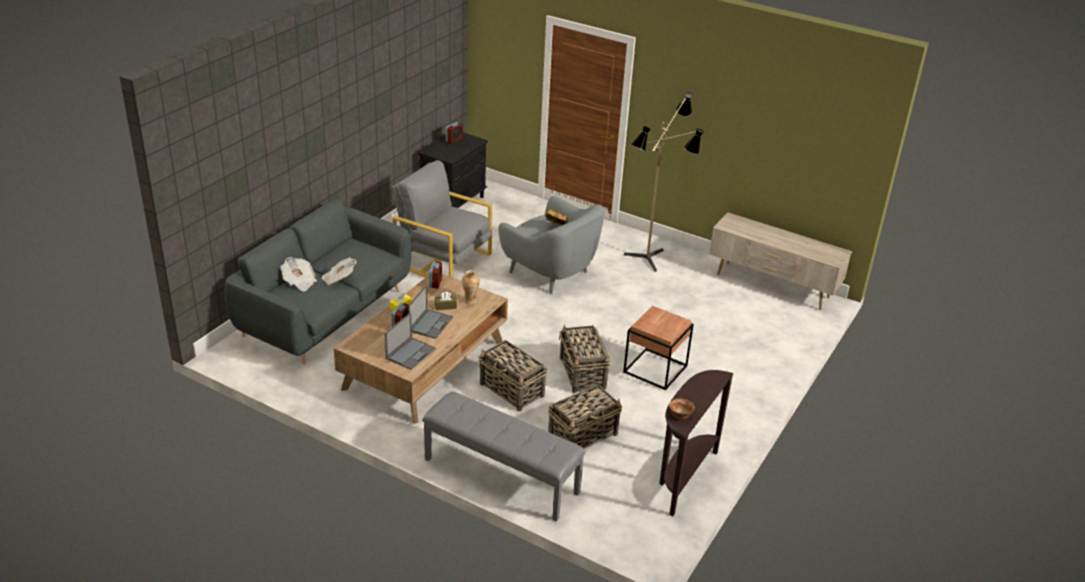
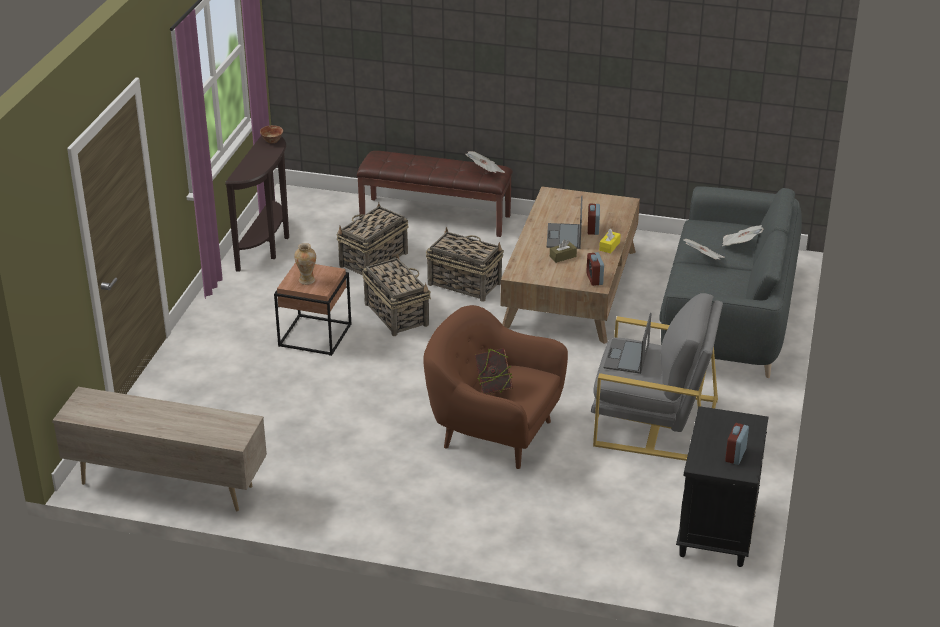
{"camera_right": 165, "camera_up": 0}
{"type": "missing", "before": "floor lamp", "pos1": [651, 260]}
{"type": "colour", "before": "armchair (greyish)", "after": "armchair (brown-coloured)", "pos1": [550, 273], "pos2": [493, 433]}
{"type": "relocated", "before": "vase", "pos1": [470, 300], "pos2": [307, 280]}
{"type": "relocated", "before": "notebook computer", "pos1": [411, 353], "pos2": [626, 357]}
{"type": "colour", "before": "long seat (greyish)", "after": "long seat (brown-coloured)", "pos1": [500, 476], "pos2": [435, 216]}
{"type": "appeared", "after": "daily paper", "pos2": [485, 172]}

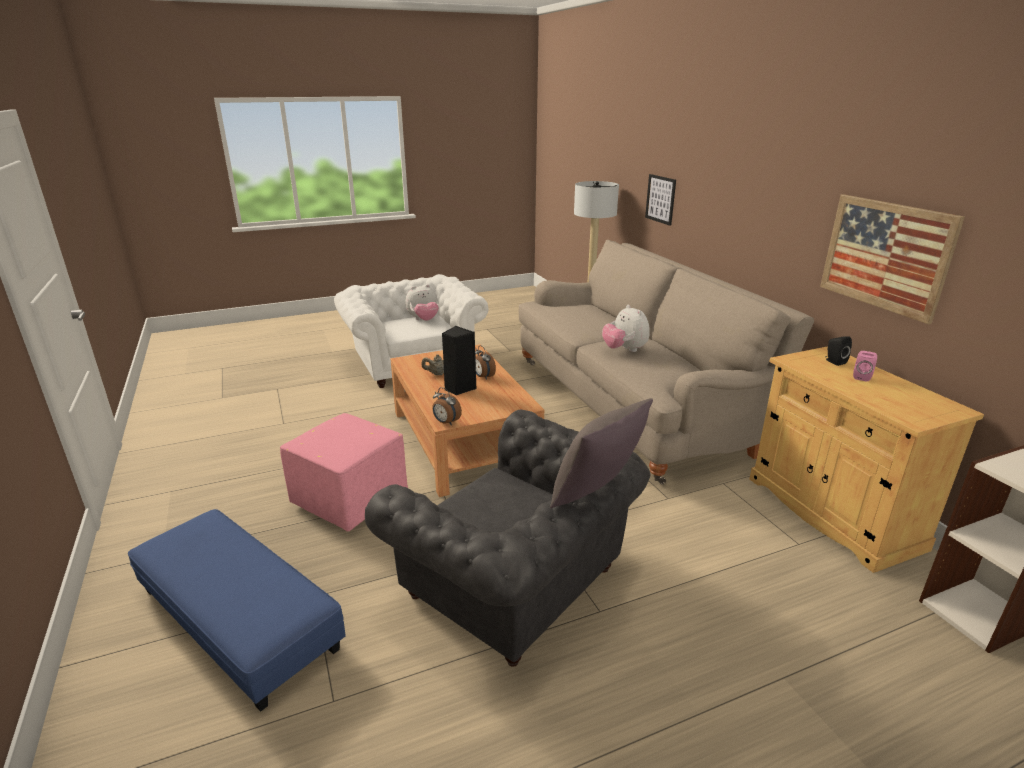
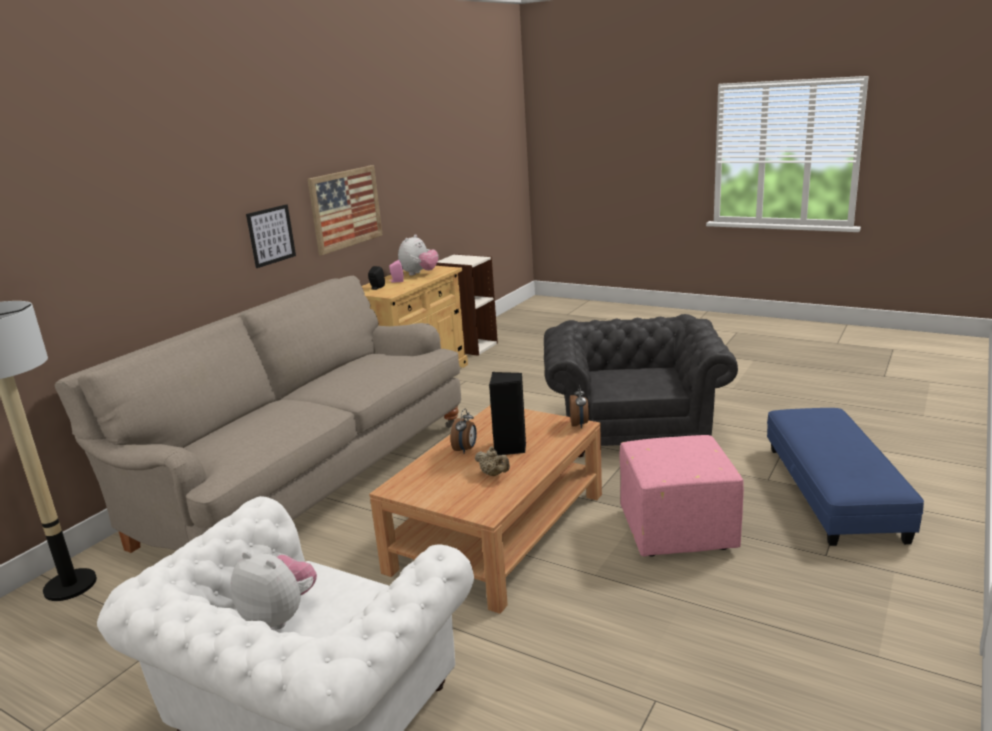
{"camera_right": -125, "camera_up": -5}
{"type": "relocated", "before": "wall art", "pos1": [660, 199], "pos2": [271, 235]}
{"type": "relocated", "before": "cuddly toy", "pos1": [624, 350], "pos2": [419, 274]}
{"type": "missing", "before": "cushion (greyish)", "pos1": [597, 494]}

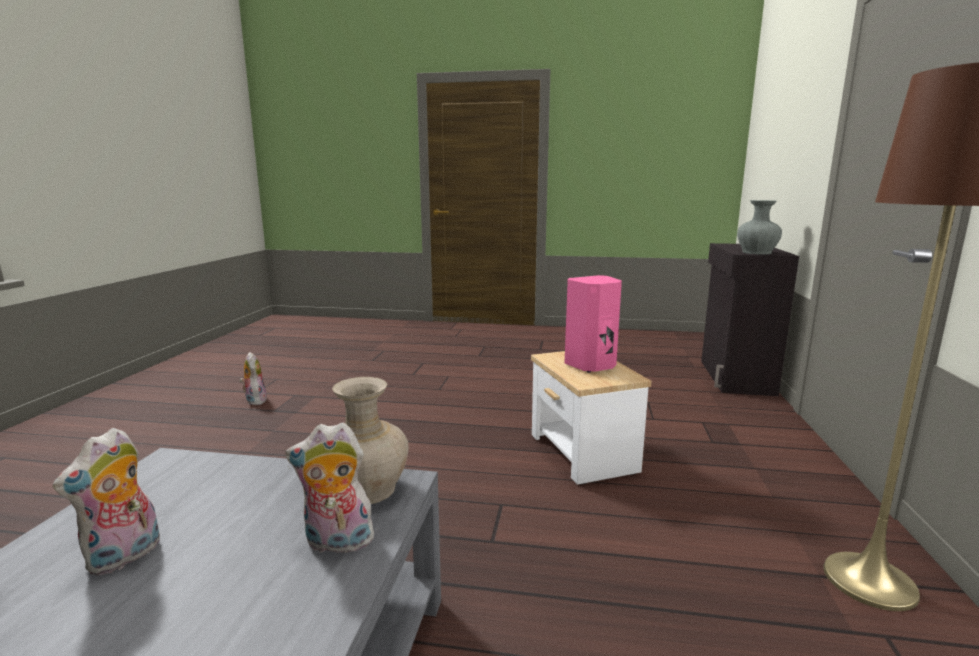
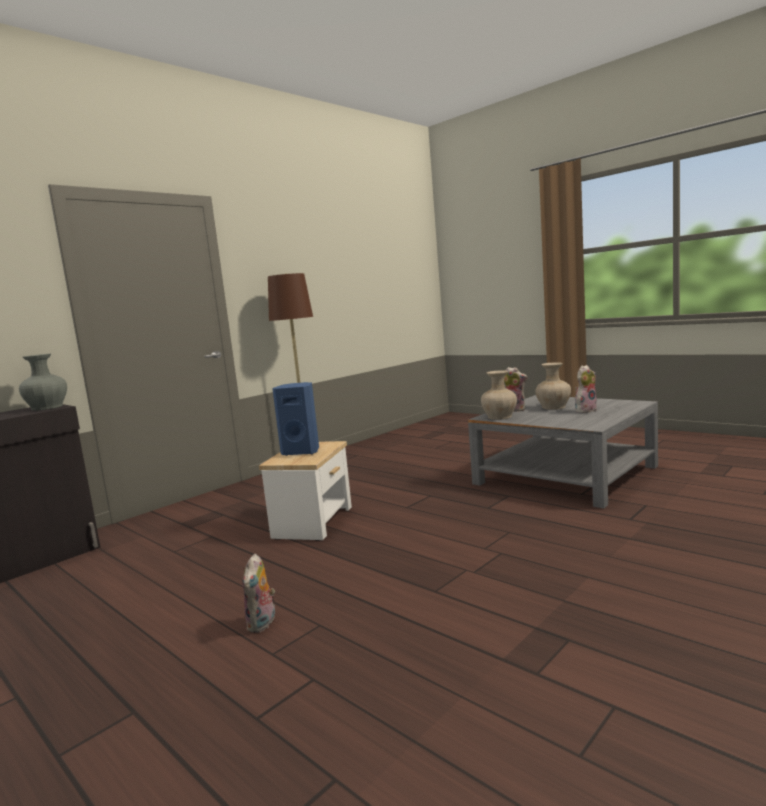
{"camera_right": -145, "camera_up": -5}
{"type": "colour", "before": "audio speaker (pink)", "after": "audio speaker (bluish)", "pos1": [591, 366], "pos2": [302, 452]}
{"type": "relocated", "before": "cuddly toy", "pos1": [254, 400], "pos2": [263, 624]}
{"type": "appeared", "after": "vase (sand-coloured)", "pos2": [553, 407]}

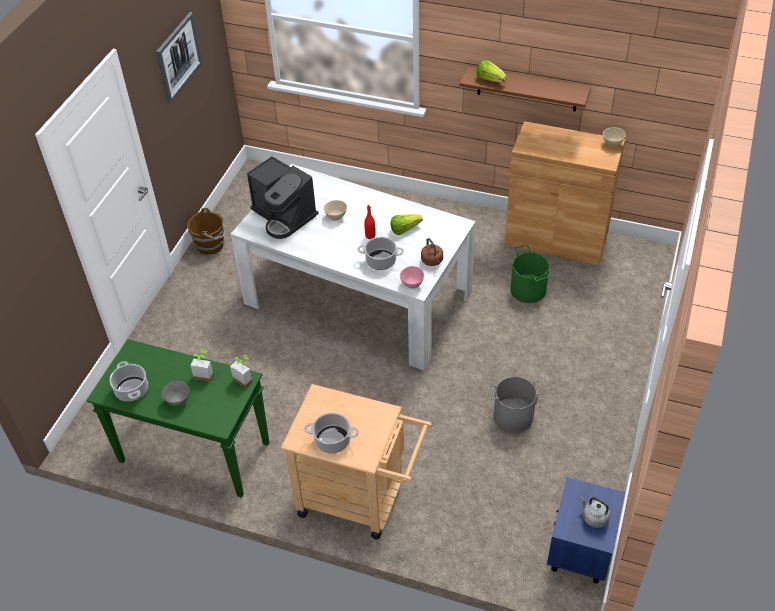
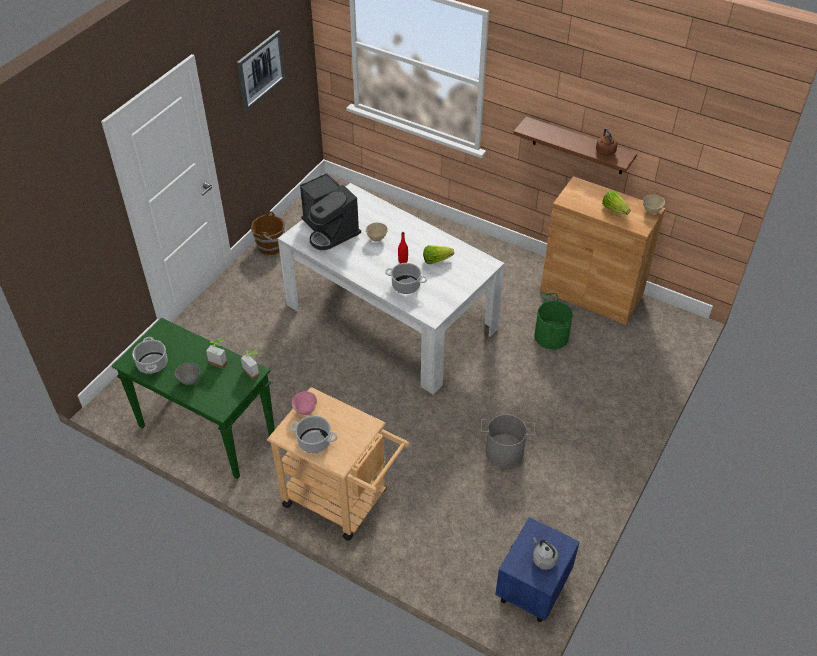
{"camera_right": 10, "camera_up": 0}
{"type": "relocated", "before": "head of lettuce", "pos1": [490, 79], "pos2": [614, 209]}
{"type": "relocated", "before": "water kettle (brown-coloured)", "pos1": [432, 261], "pos2": [606, 152]}
{"type": "relocated", "before": "serving bowl (pink)", "pos1": [411, 284], "pos2": [305, 410]}

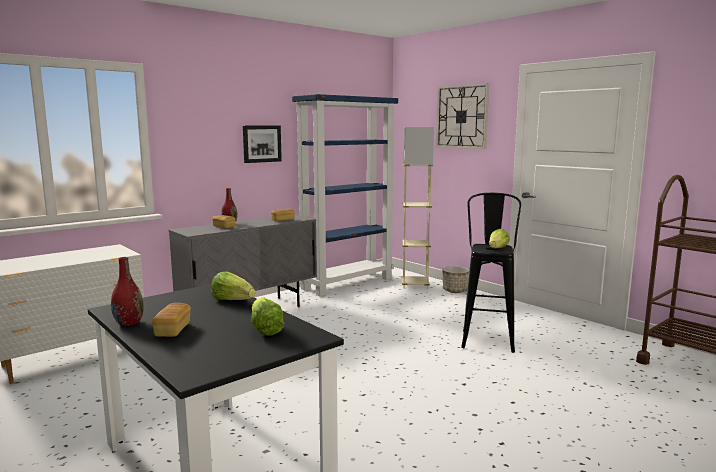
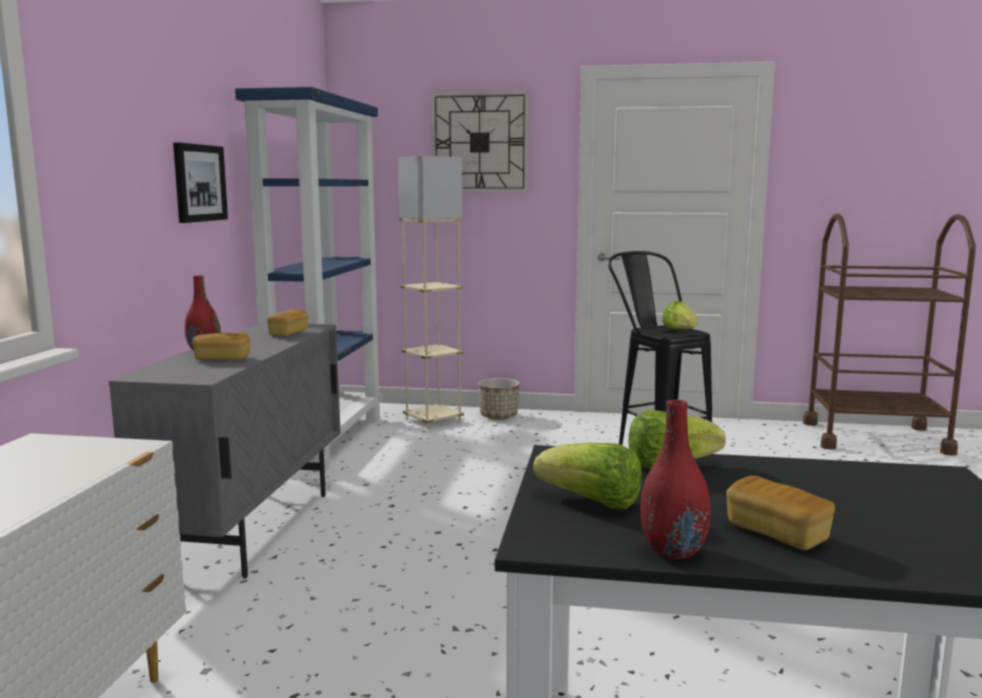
{"camera_right": -40, "camera_up": 0}
{"type": "relocated", "before": "head of lettuce", "pos1": [265, 329], "pos2": [591, 502]}

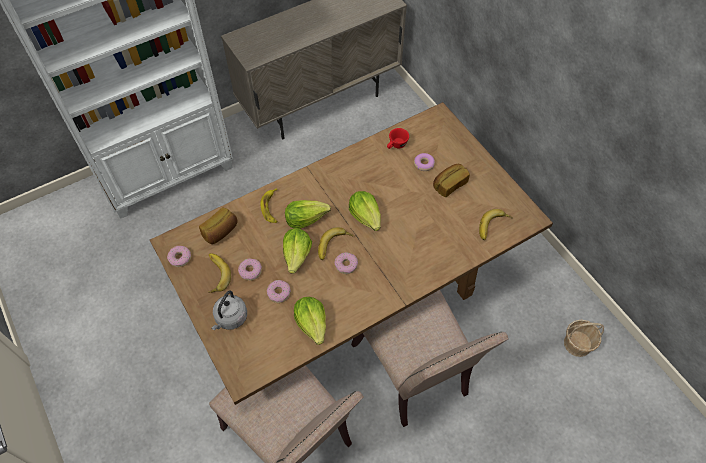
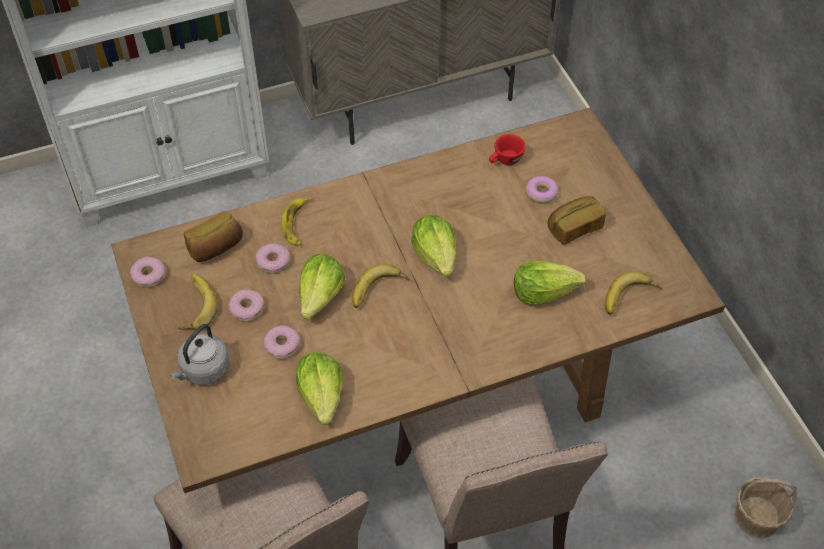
{"camera_right": 10, "camera_up": -5}
{"type": "relocated", "before": "head of lettuce", "pos1": [305, 219], "pos2": [543, 292]}
{"type": "relocated", "before": "ring doughnut", "pos1": [346, 265], "pos2": [273, 262]}

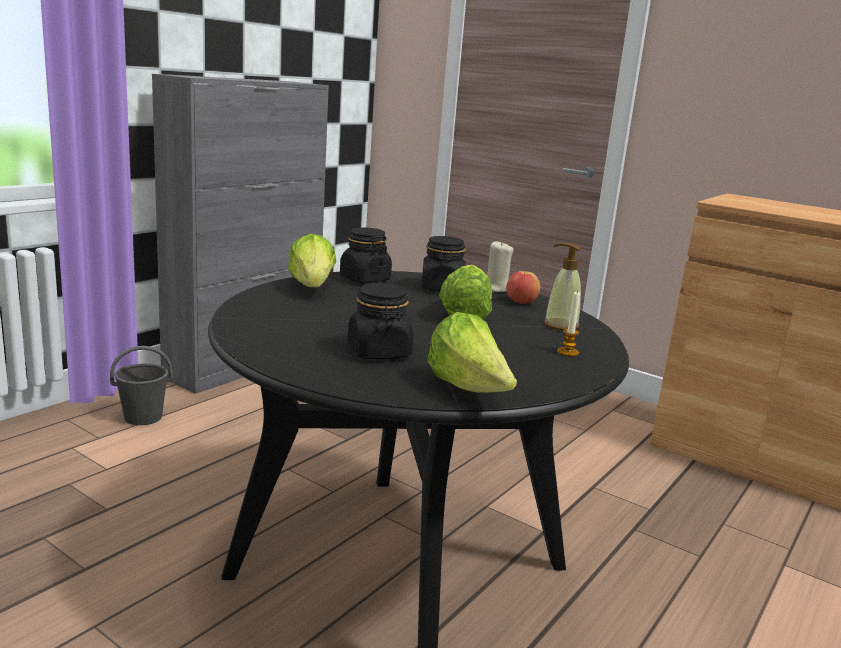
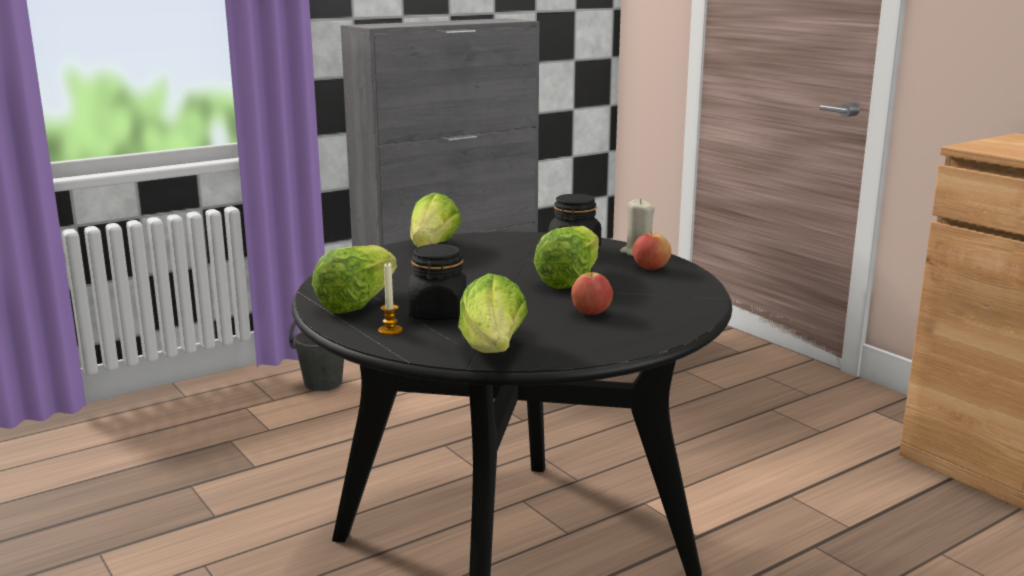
{"camera_right": 20, "camera_up": 0}
{"type": "missing", "before": "preserve jar (black)", "pos1": [364, 279]}
{"type": "missing", "before": "soap dispenser", "pos1": [560, 325]}
{"type": "relocated", "before": "candle", "pos1": [567, 352], "pos2": [390, 330]}
{"type": "appeared", "after": "head of lettuce", "pos2": [357, 303]}
{"type": "appeared", "after": "apple", "pos2": [591, 313]}

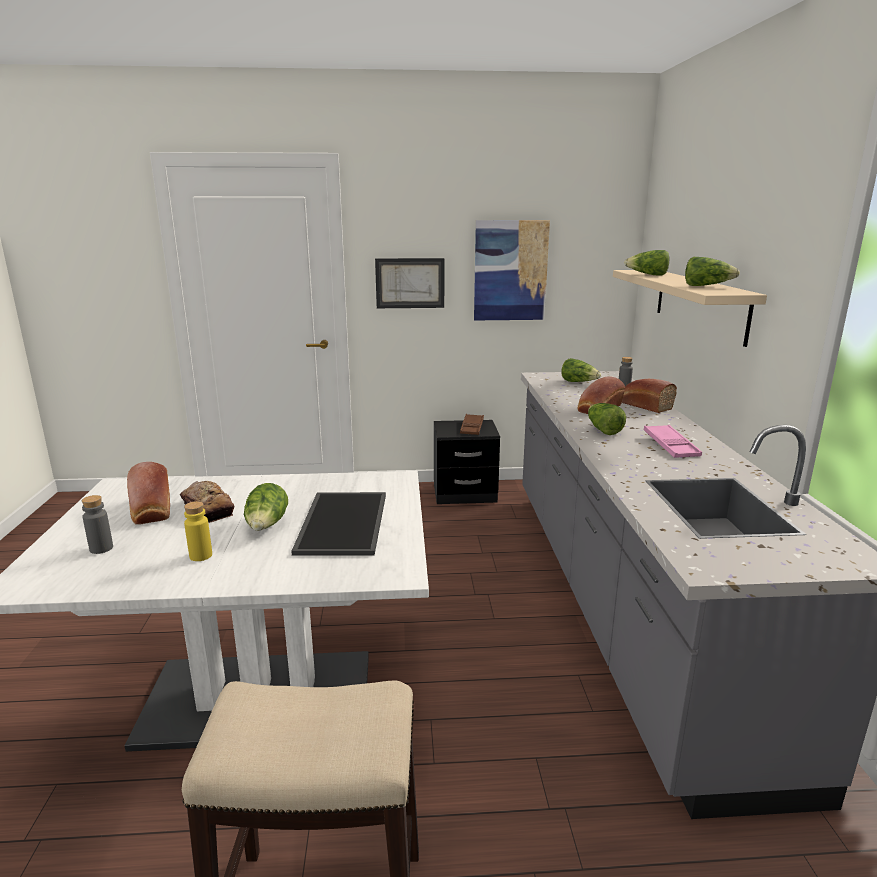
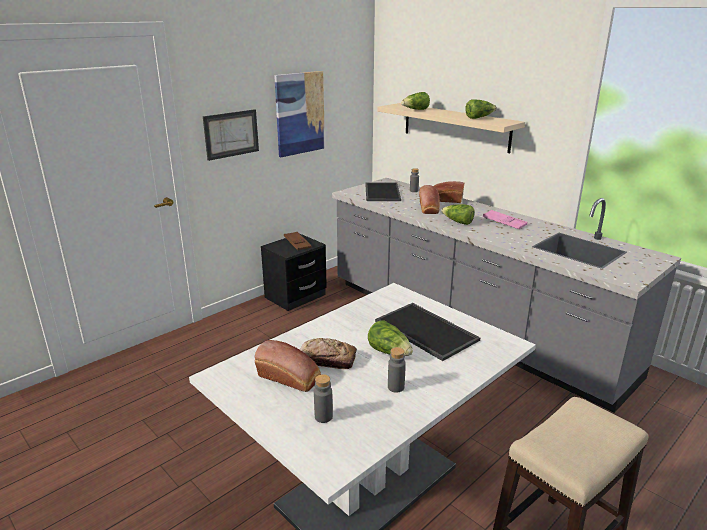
{"camera_right": -40, "camera_up": 5}
{"type": "exchanged", "before": "head of lettuce", "after": "tray", "pos1": [579, 382], "pos2": [381, 192]}
{"type": "colour", "before": "drink bottle (yellow)", "after": "drink bottle (greyish)", "pos1": [201, 556], "pos2": [396, 387]}

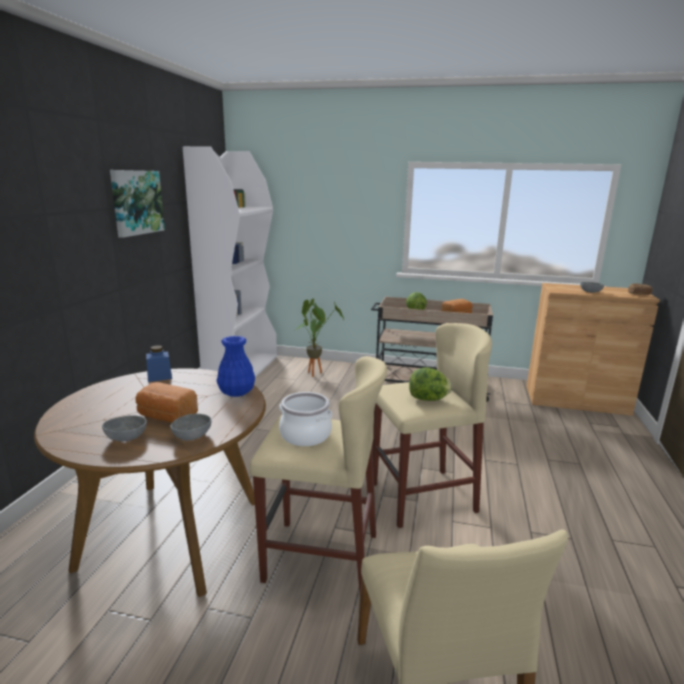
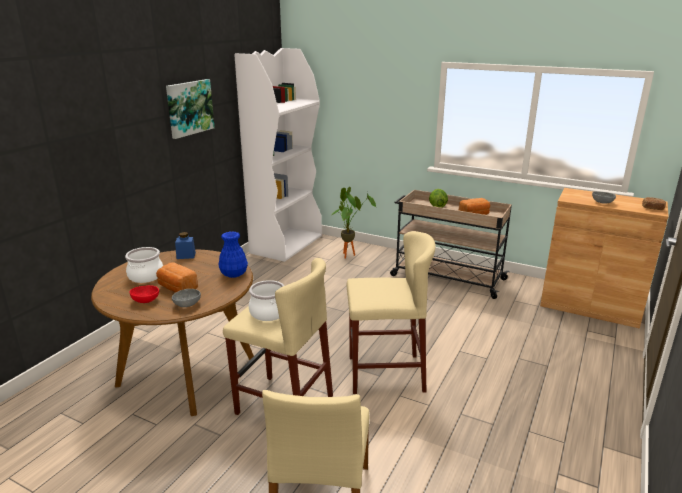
{"camera_right": 15, "camera_up": 5}
{"type": "missing", "before": "head of lettuce", "pos1": [428, 399]}
{"type": "colour", "before": "serving bowl (greyish)", "after": "serving bowl (red)", "pos1": [126, 437], "pos2": [145, 300]}
{"type": "appeared", "after": "cooking pot", "pos2": [146, 276]}

